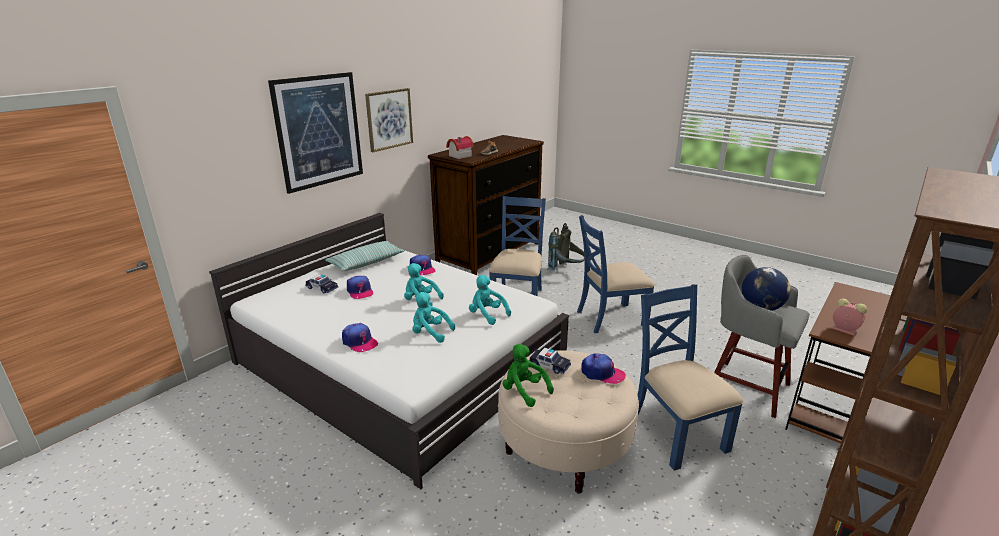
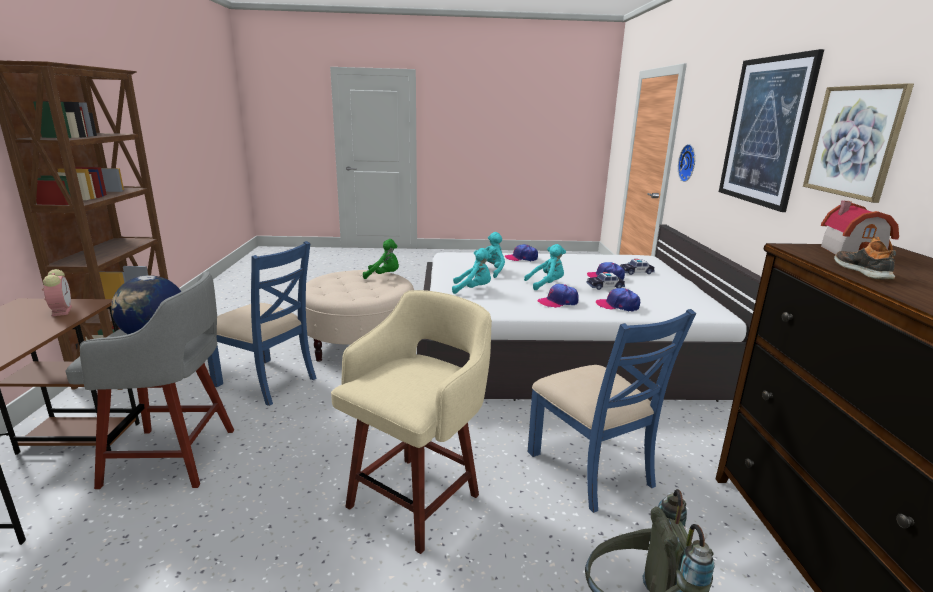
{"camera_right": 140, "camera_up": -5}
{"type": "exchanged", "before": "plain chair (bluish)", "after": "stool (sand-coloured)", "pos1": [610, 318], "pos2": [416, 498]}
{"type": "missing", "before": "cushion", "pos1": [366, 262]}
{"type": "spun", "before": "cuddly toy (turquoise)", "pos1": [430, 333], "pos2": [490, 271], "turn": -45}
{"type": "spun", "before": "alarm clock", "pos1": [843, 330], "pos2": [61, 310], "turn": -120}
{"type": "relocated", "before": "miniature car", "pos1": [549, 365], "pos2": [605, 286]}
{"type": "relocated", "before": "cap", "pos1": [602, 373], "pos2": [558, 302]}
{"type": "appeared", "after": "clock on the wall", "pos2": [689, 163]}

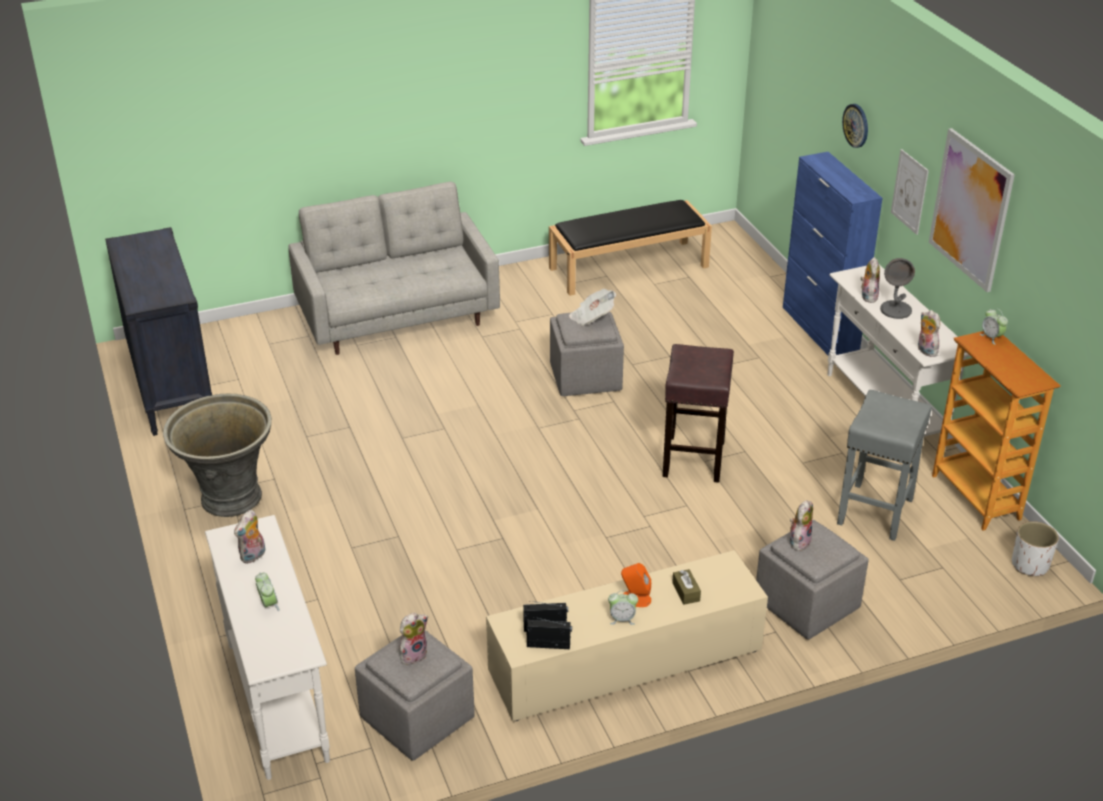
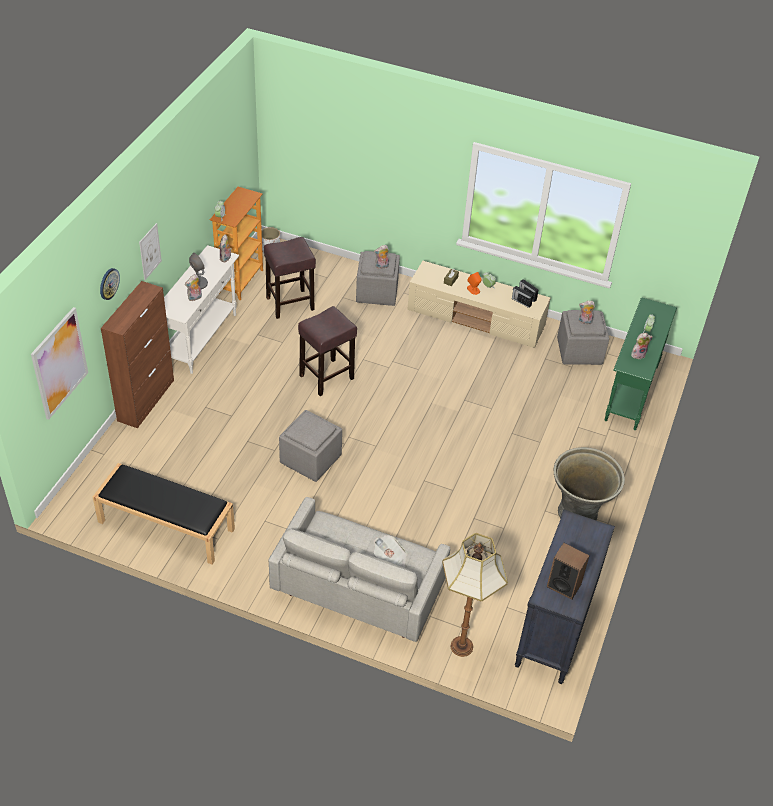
{"camera_right": -140, "camera_up": 10}
{"type": "relocated", "before": "wall art", "pos1": [971, 209], "pos2": [59, 363]}
{"type": "colour", "before": "cupboard (bluish)", "after": "cupboard (brown-coloured)", "pos1": [820, 330], "pos2": [146, 400]}
{"type": "relocated", "before": "daily paper", "pos1": [592, 317], "pos2": [390, 560]}
{"type": "colour", "before": "stool (greyish)", "after": "stool (brown-coloured)", "pos1": [875, 512], "pos2": [291, 303]}
{"type": "colour", "before": "narrow table (whitish)", "after": "narrow table (greenish)", "pos1": [278, 701], "pos2": [631, 393]}
{"type": "appeared", "after": "floor lamp", "pos2": [461, 647]}
{"type": "appeared", "after": "audio speaker", "pos2": [563, 585]}

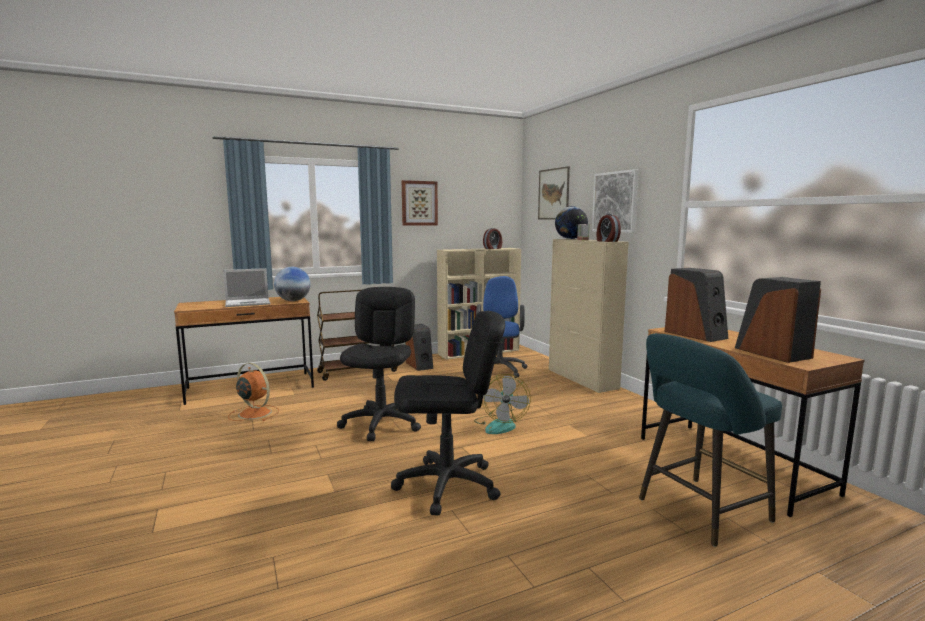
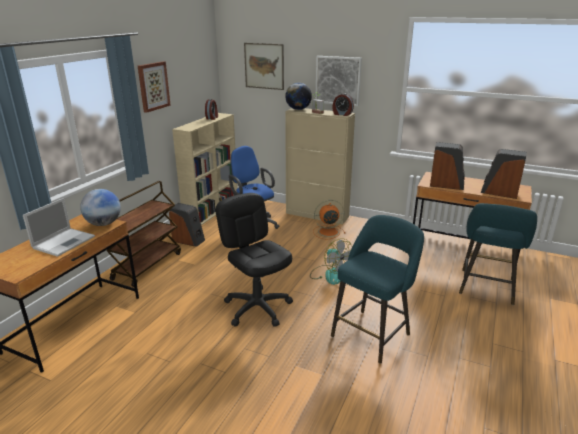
{"camera_right": -40, "camera_up": 15}
{"type": "exchanged", "before": "office chair (black)", "after": "stool (turquoise)", "pos1": [447, 485], "pos2": [373, 333]}
{"type": "relocated", "before": "electric fan (orange)", "pos1": [254, 413], "pos2": [327, 232]}

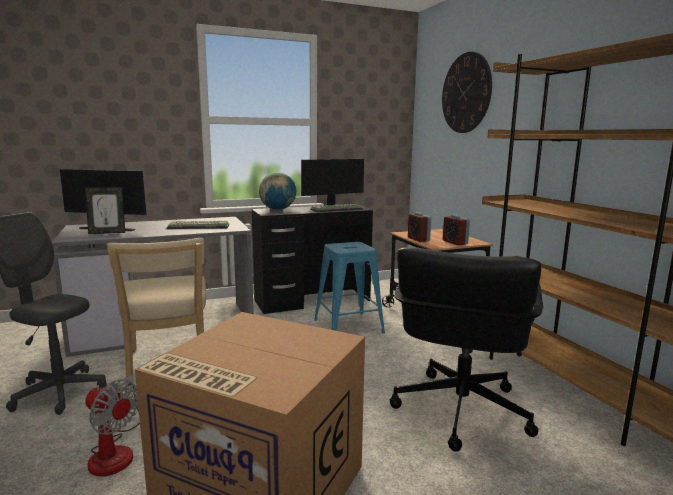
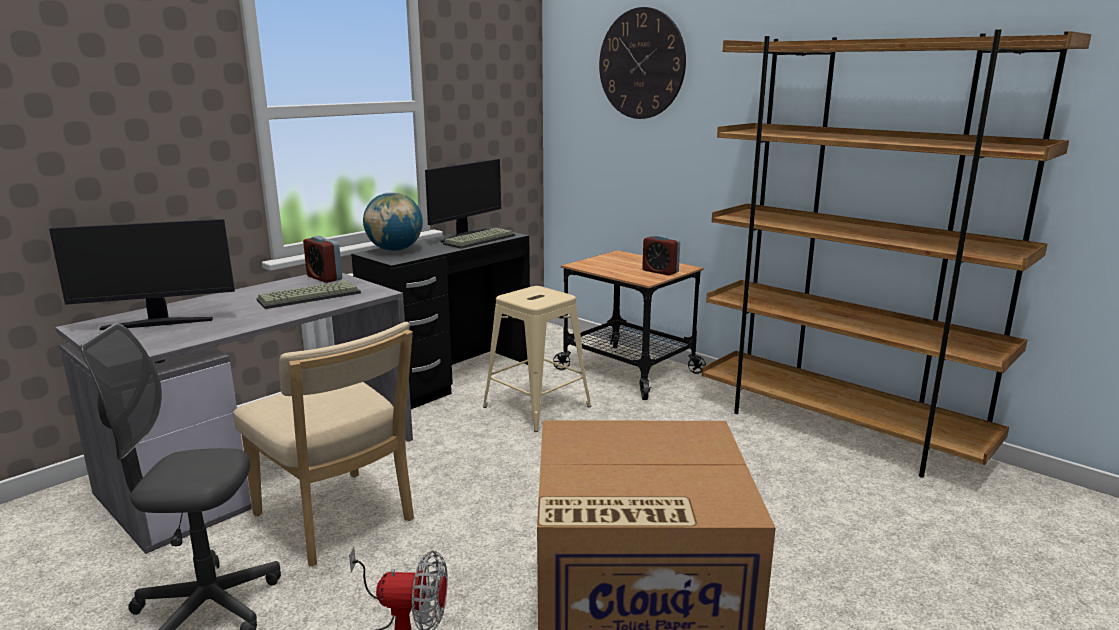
{"camera_right": -25, "camera_up": 5}
{"type": "missing", "before": "picture frame", "pos1": [107, 232]}
{"type": "relocated", "before": "alarm clock", "pos1": [418, 239], "pos2": [324, 278]}
{"type": "colour", "before": "stool (bluish)", "after": "stool (sand-coloured)", "pos1": [348, 326], "pos2": [537, 406]}
{"type": "missing", "before": "office chair (black)", "pos1": [459, 410]}

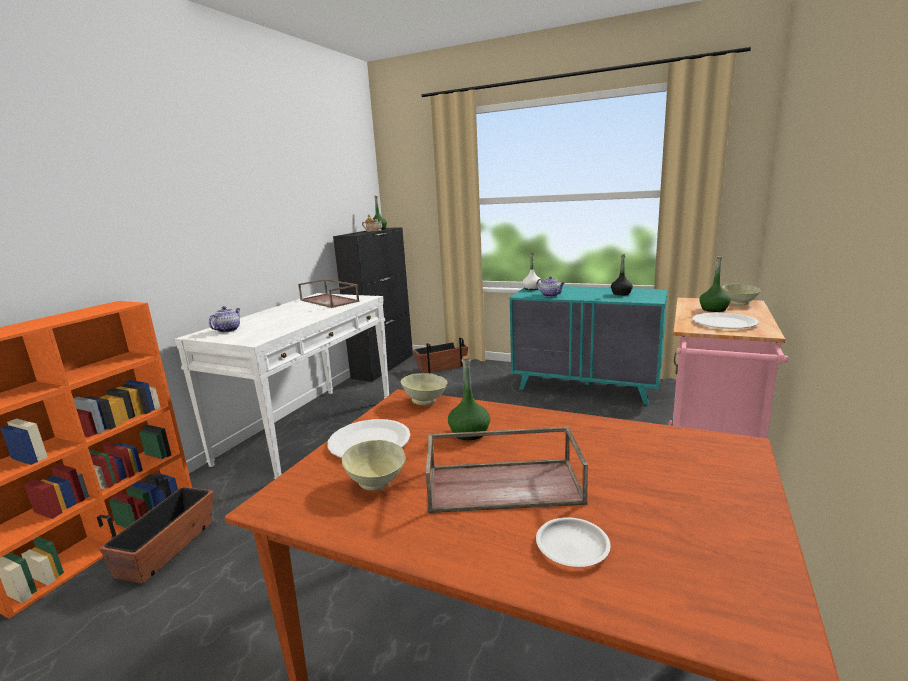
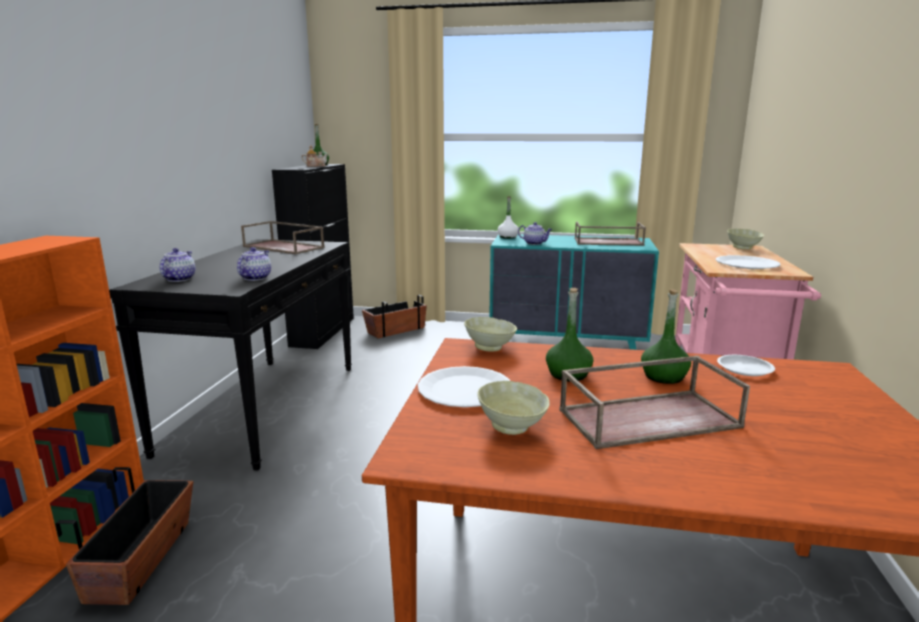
{"camera_right": -15, "camera_up": 0}
{"type": "exchanged", "before": "drink bottle (black)", "after": "tray (brown-coloured)", "pos1": [621, 294], "pos2": [607, 242]}
{"type": "relocated", "before": "drink bottle (greenish)", "pos1": [713, 309], "pos2": [664, 377]}
{"type": "colour", "before": "narrow table (whitish)", "after": "narrow table (black)", "pos1": [309, 429], "pos2": [264, 406]}
{"type": "relocated", "before": "plate (whitish)", "pos1": [572, 546], "pos2": [744, 368]}
{"type": "appeared", "after": "teapot", "pos2": [255, 278]}

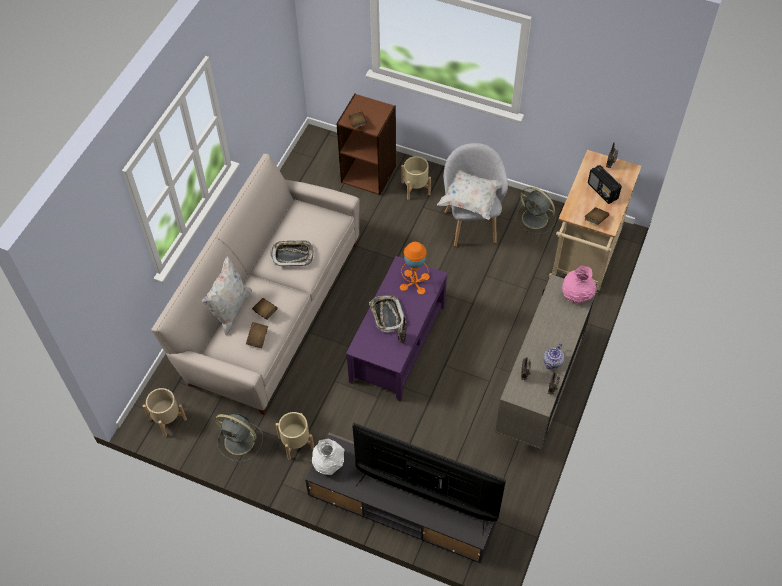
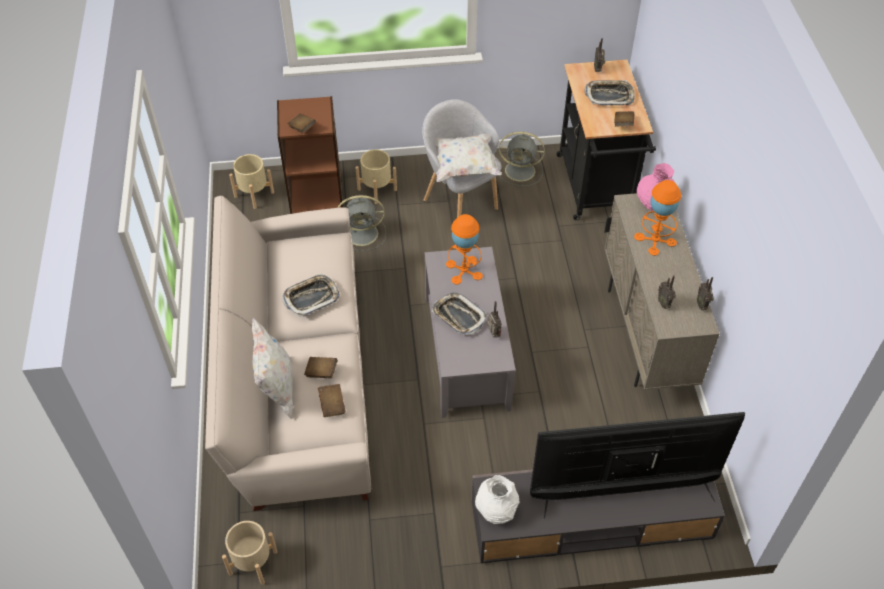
{"camera_right": -30, "camera_up": -5}
{"type": "colour", "before": "wheeled cart (sand-coloured)", "after": "wheeled cart (black)", "pos1": [584, 260], "pos2": [595, 190]}
{"type": "exchanged", "before": "radio", "after": "tray", "pos1": [602, 191], "pos2": [609, 96]}
{"type": "colour", "before": "lounge table (purplish)", "after": "lounge table (greyish)", "pos1": [398, 343], "pos2": [466, 352]}
{"type": "missing", "before": "teapot", "pos1": [552, 362]}
{"type": "relocated", "before": "plant pot (sand-coloured)", "pos1": [296, 443], "pos2": [254, 194]}
{"type": "relocated", "before": "electric fan (greyish)", "pos1": [240, 441], "pos2": [363, 234]}
{"type": "appeared", "after": "tabletop lamp (orange)", "pos2": [655, 239]}

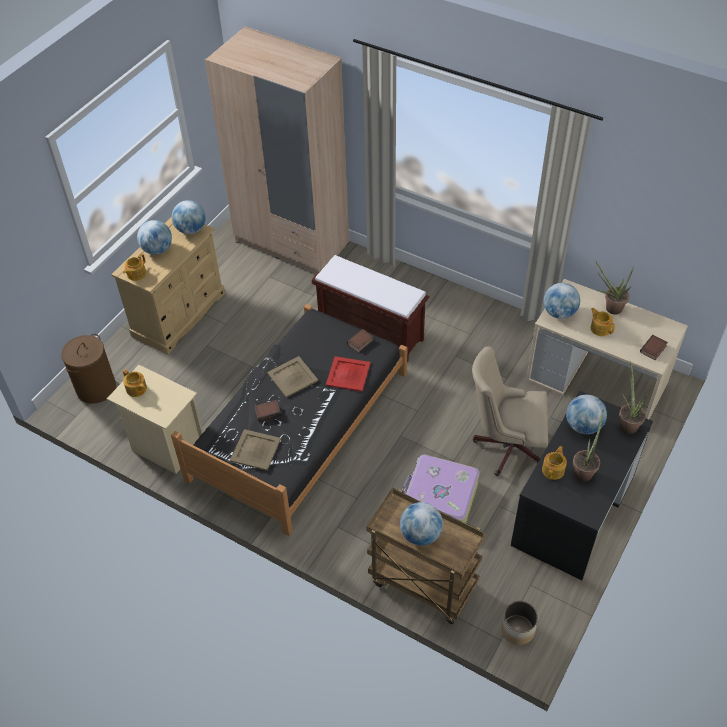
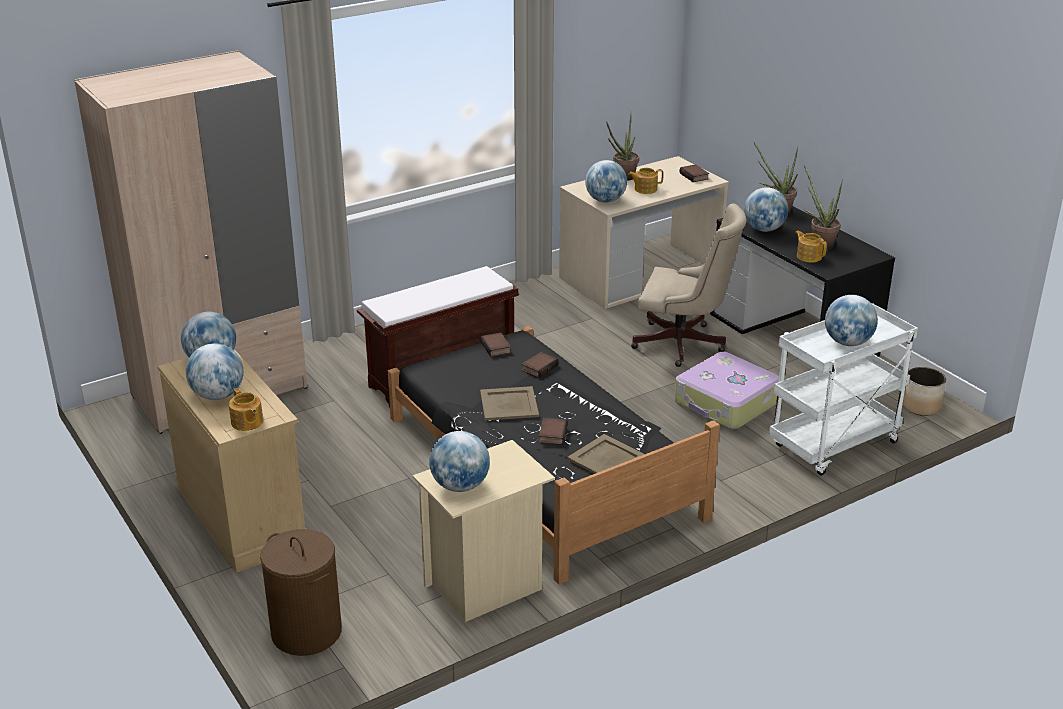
{"camera_right": -65, "camera_up": -20}
{"type": "spun", "before": "office chair (sand-coloured)", "pos1": [506, 445], "pos2": [684, 345], "turn": -105}
{"type": "exchanged", "before": "tray (red)", "after": "bound book", "pos1": [348, 374], "pos2": [539, 367]}
{"type": "exchanged", "before": "teapot", "after": "world globe", "pos1": [136, 389], "pos2": [460, 486]}
{"type": "colour", "before": "wheeled cart (brown-coloured)", "after": "wheeled cart (whitish)", "pos1": [421, 583], "pos2": [834, 446]}

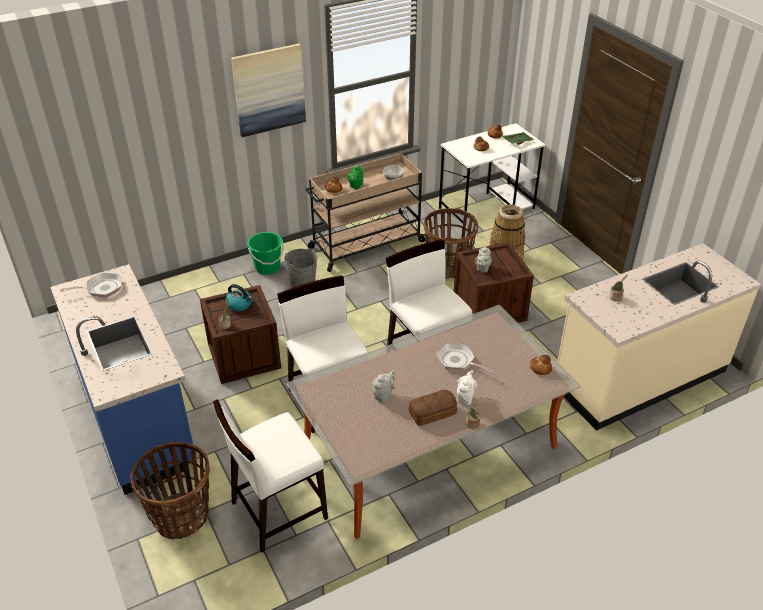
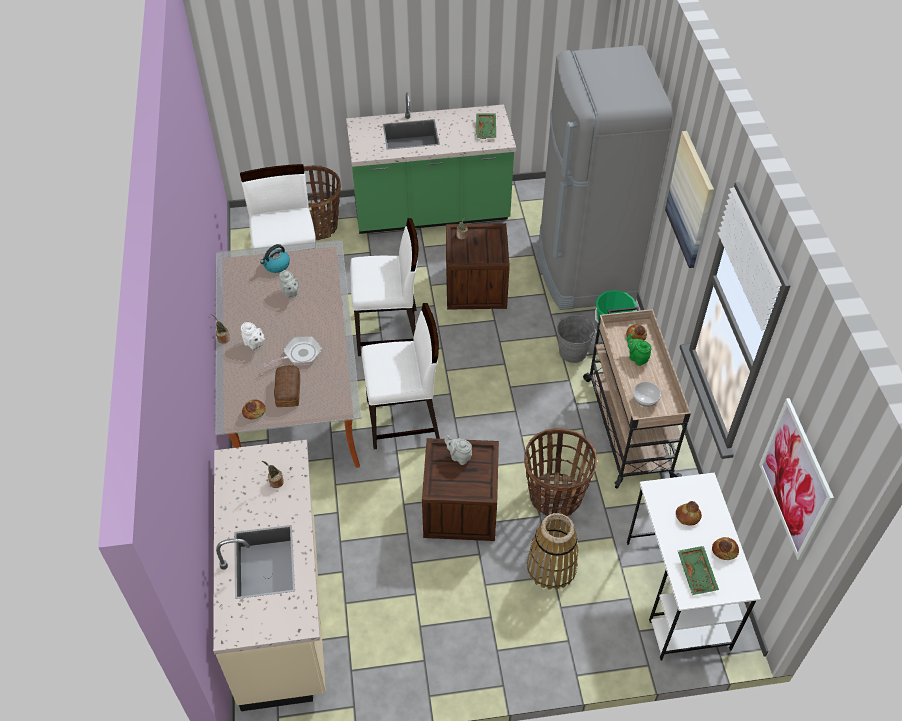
{"camera_right": 110, "camera_up": 10}
{"type": "colour", "before": "counter (bluish)", "after": "counter (greenish)", "pos1": [138, 417], "pos2": [431, 214]}
{"type": "exchanged", "before": "frying pan", "after": "tray (greenish)", "pos1": [101, 288], "pos2": [486, 129]}
{"type": "relocated", "before": "water kettle", "pos1": [239, 305], "pos2": [276, 265]}
{"type": "relocated", "before": "bread", "pos1": [433, 413], "pos2": [287, 391]}
{"type": "appeared", "after": "refrigerator (greyish)", "pos2": [584, 270]}
{"type": "appeared", "after": "wall art", "pos2": [795, 479]}

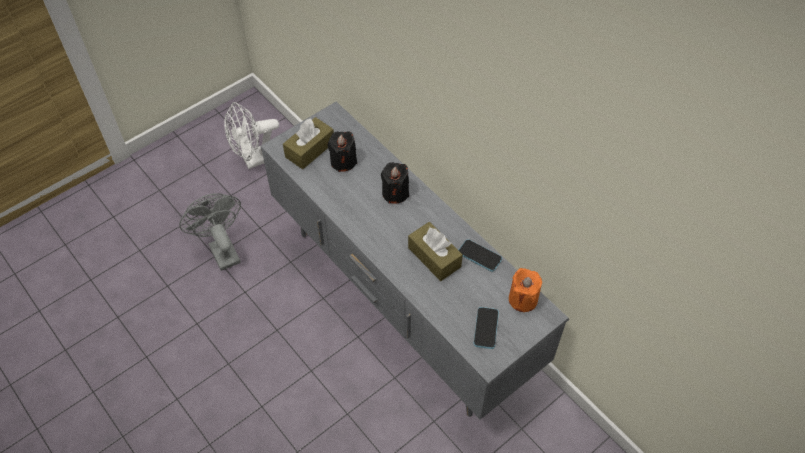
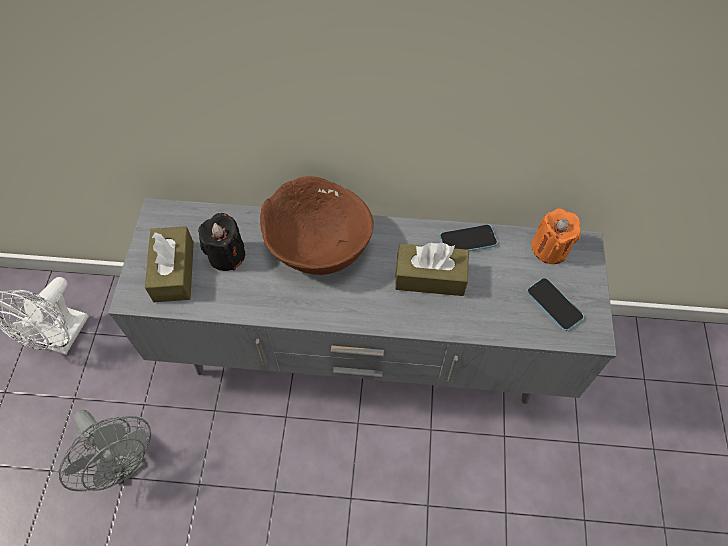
{"camera_right": -45, "camera_up": 5}
{"type": "exchanged", "before": "candle (black)", "after": "serving bowl (brown-coloured)", "pos1": [395, 193], "pos2": [319, 245]}
{"type": "spun", "before": "electric fan (greyish)", "pos1": [221, 249], "pos2": [125, 463], "turn": -150}

